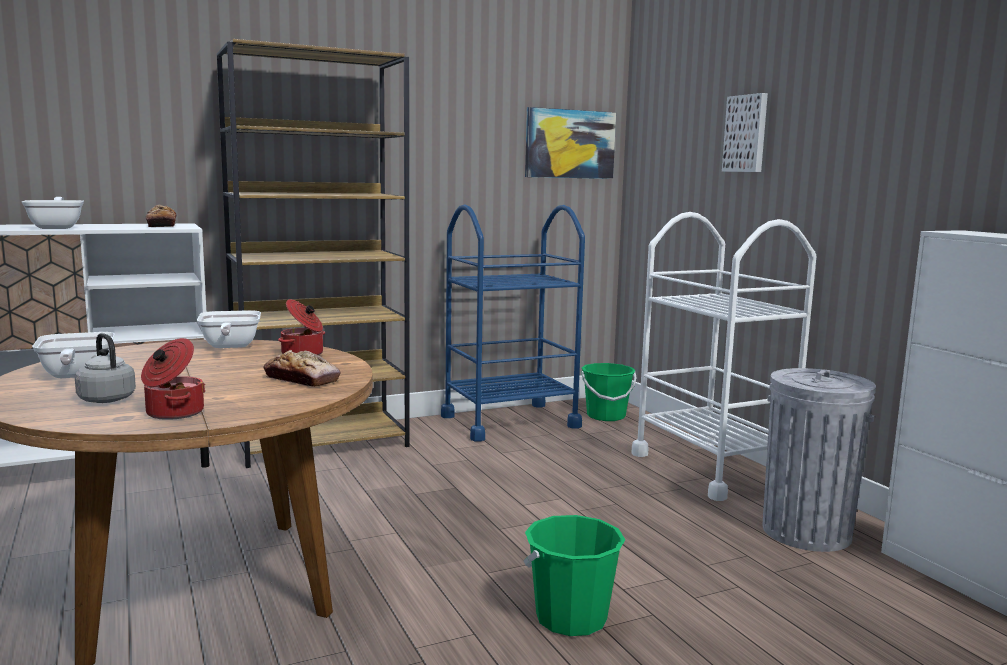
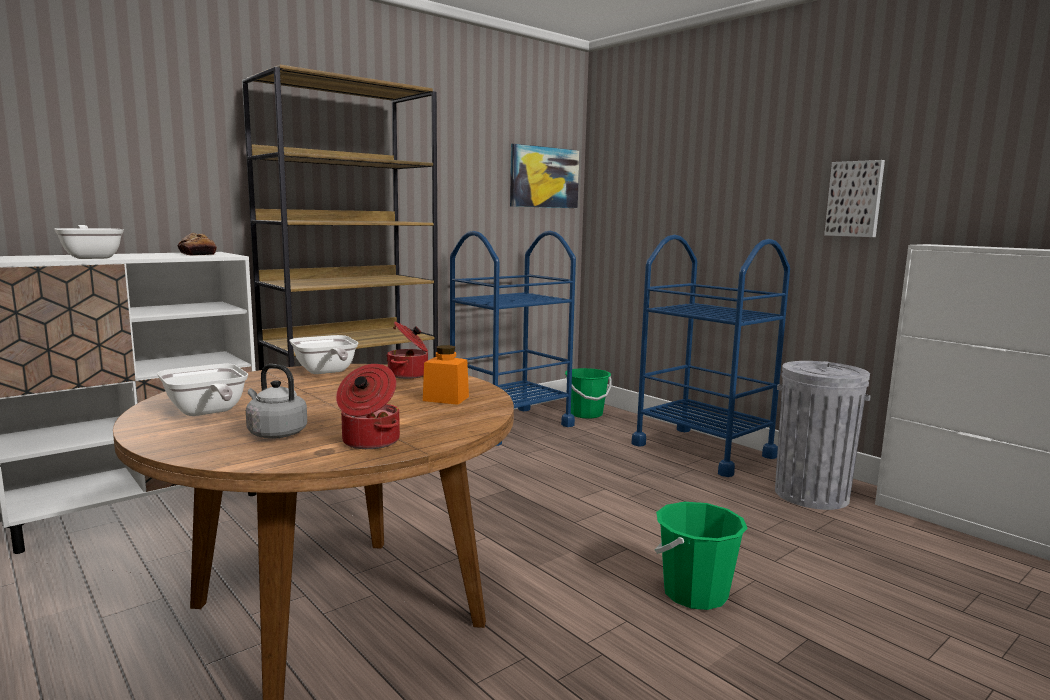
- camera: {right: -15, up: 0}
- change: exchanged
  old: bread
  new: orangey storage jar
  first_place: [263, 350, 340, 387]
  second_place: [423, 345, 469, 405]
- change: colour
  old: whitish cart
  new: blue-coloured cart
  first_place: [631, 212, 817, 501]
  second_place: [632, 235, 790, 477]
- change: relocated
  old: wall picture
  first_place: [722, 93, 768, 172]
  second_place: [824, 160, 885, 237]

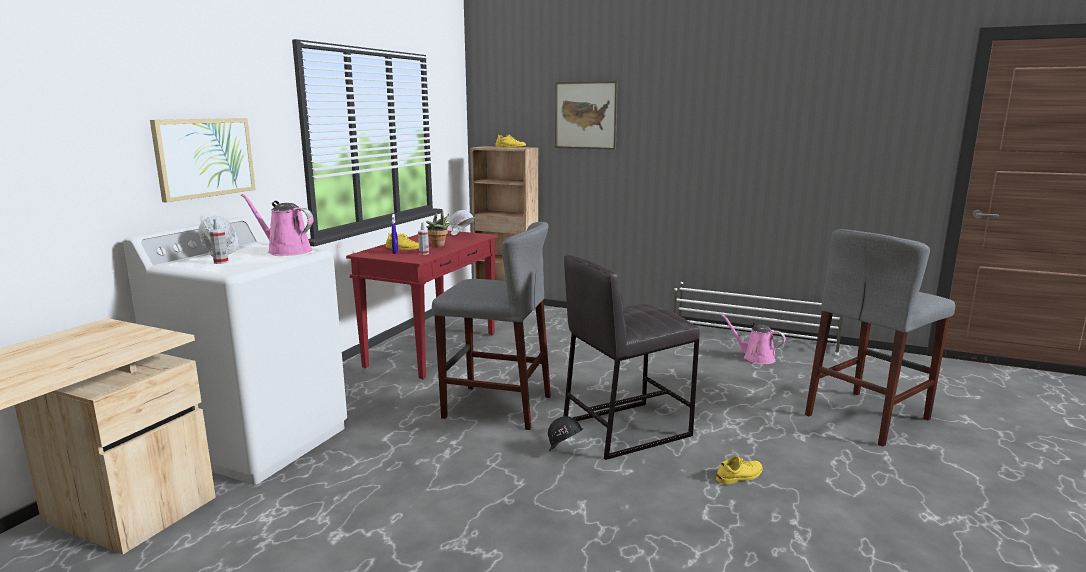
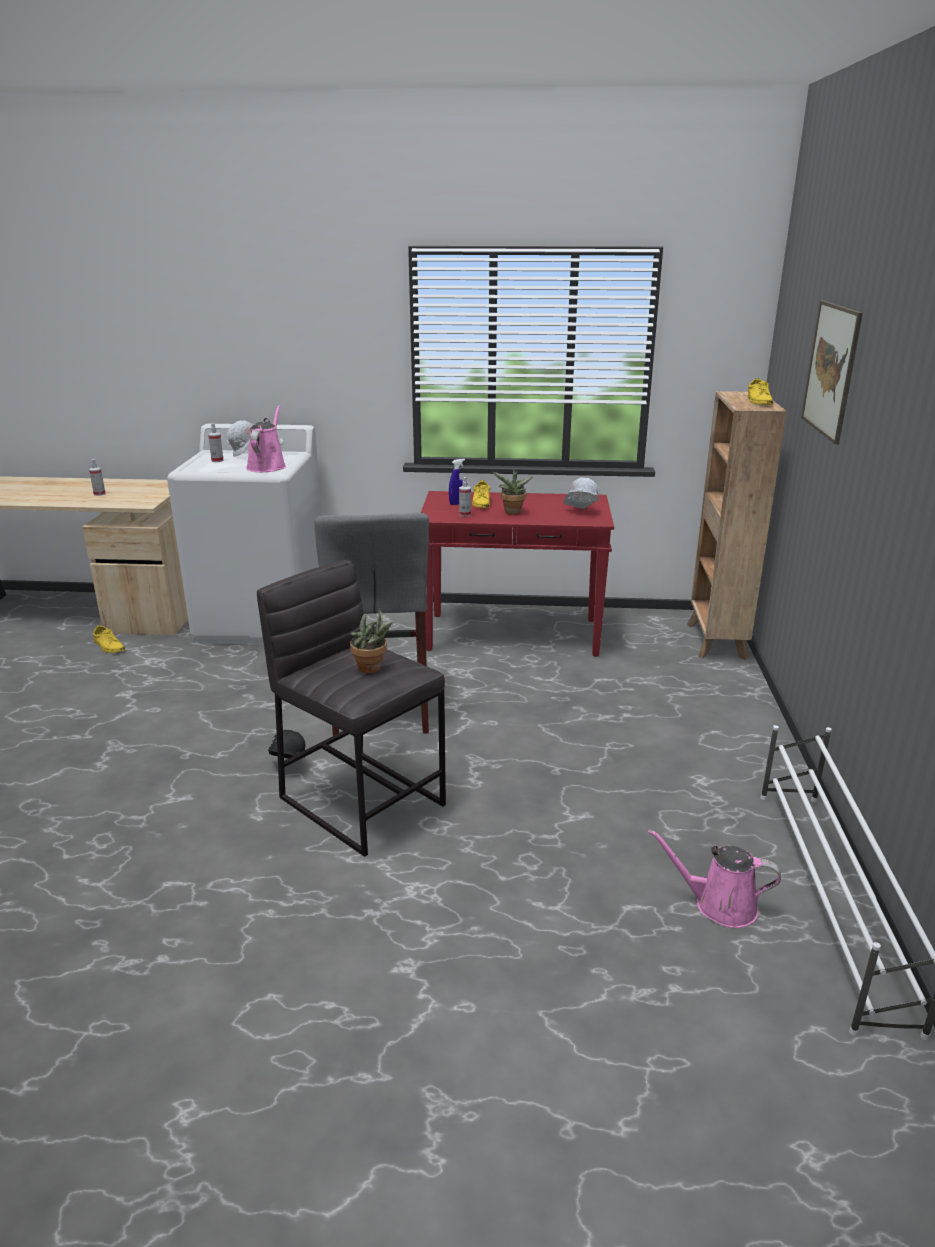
- camera: {right: 70, up: 10}
- change: missing
  old: wall picture
  first_place: [150, 118, 256, 203]
- change: relocated
  old: yellowish low shoe
  first_place: [716, 456, 763, 484]
  second_place: [93, 625, 125, 653]
- change: spun
  old: pinkish watering can
  first_place: [721, 314, 786, 364]
  second_place: [648, 829, 781, 928]
  degrees: -90
- change: missing
  old: greyish stool seat
  first_place: [805, 229, 955, 447]
- change: appeared
  new: sprayer
  second_place: [89, 459, 106, 496]
- change: appeared
  new: potted plant
  second_place: [350, 608, 392, 674]

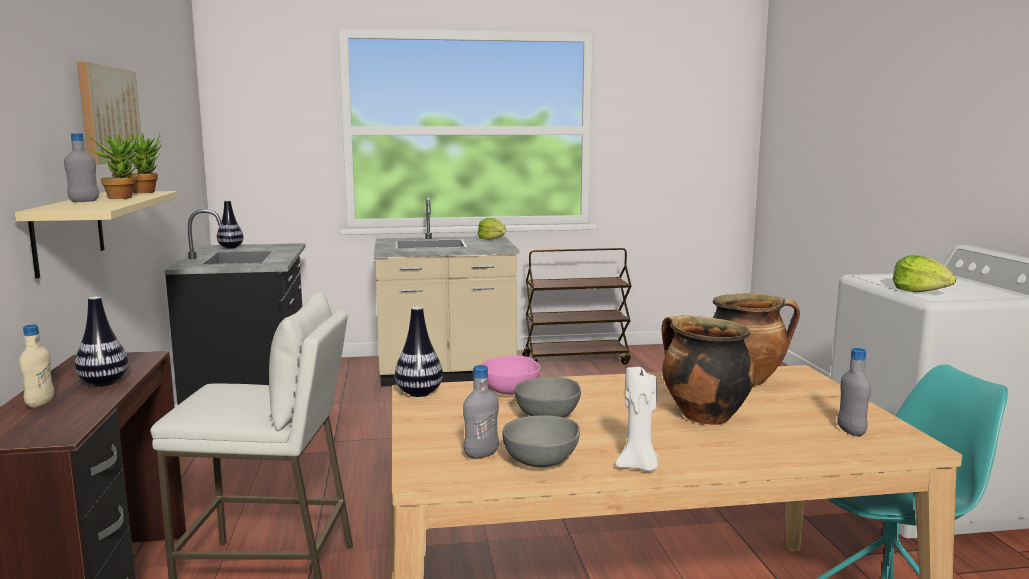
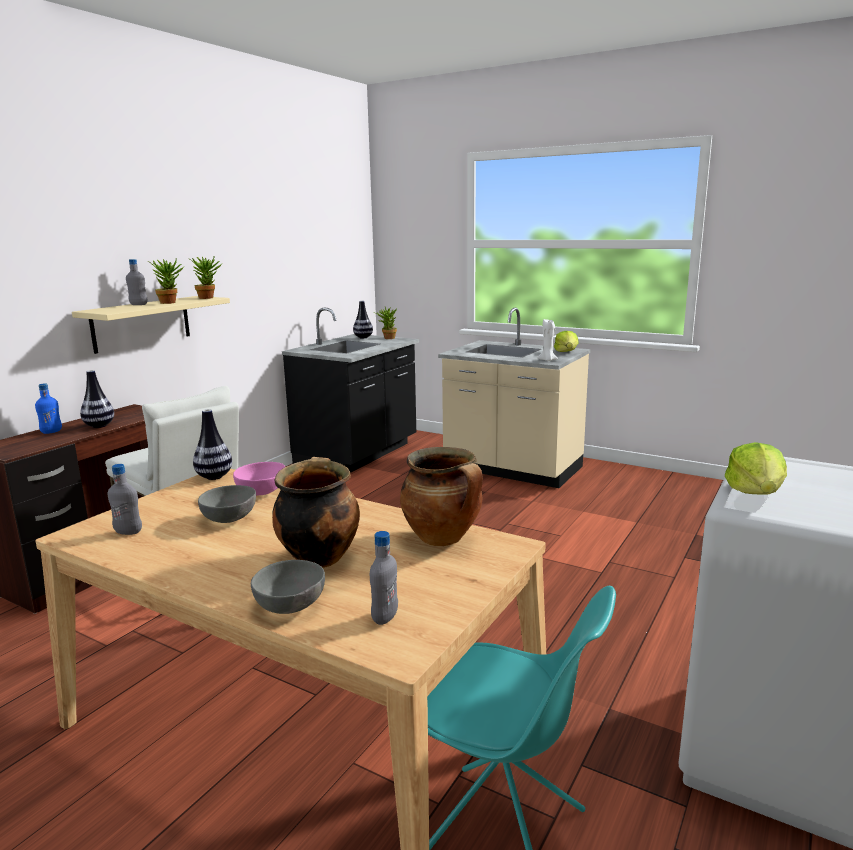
- camera: {right: 40, up: 5}
- change: colour
  old: sand-coloured drink bottle
  new: blue-coloured drink bottle
  first_place: [19, 325, 55, 408]
  second_place: [35, 383, 62, 434]
- change: missing
  old: wall picture
  first_place: [77, 62, 142, 164]
- change: relocated
  old: greyish bowl
  first_place: [503, 415, 580, 467]
  second_place: [251, 560, 325, 614]
- change: missing
  old: brownish cart
  first_place: [522, 248, 632, 365]
- change: relocated
  old: whitish wax light
  first_place: [616, 367, 658, 471]
  second_place: [538, 319, 558, 361]
- change: appeared
  new: potted plant
  second_place: [375, 306, 397, 339]

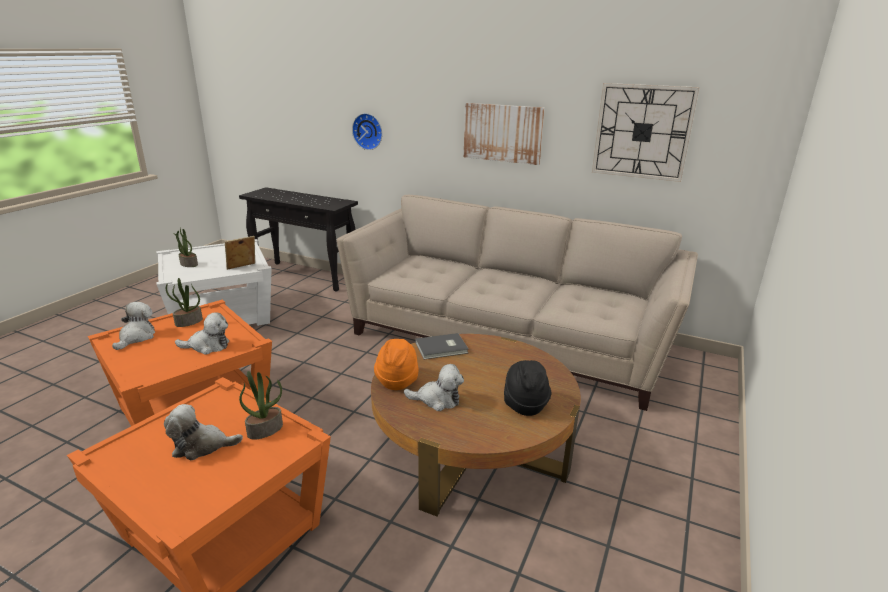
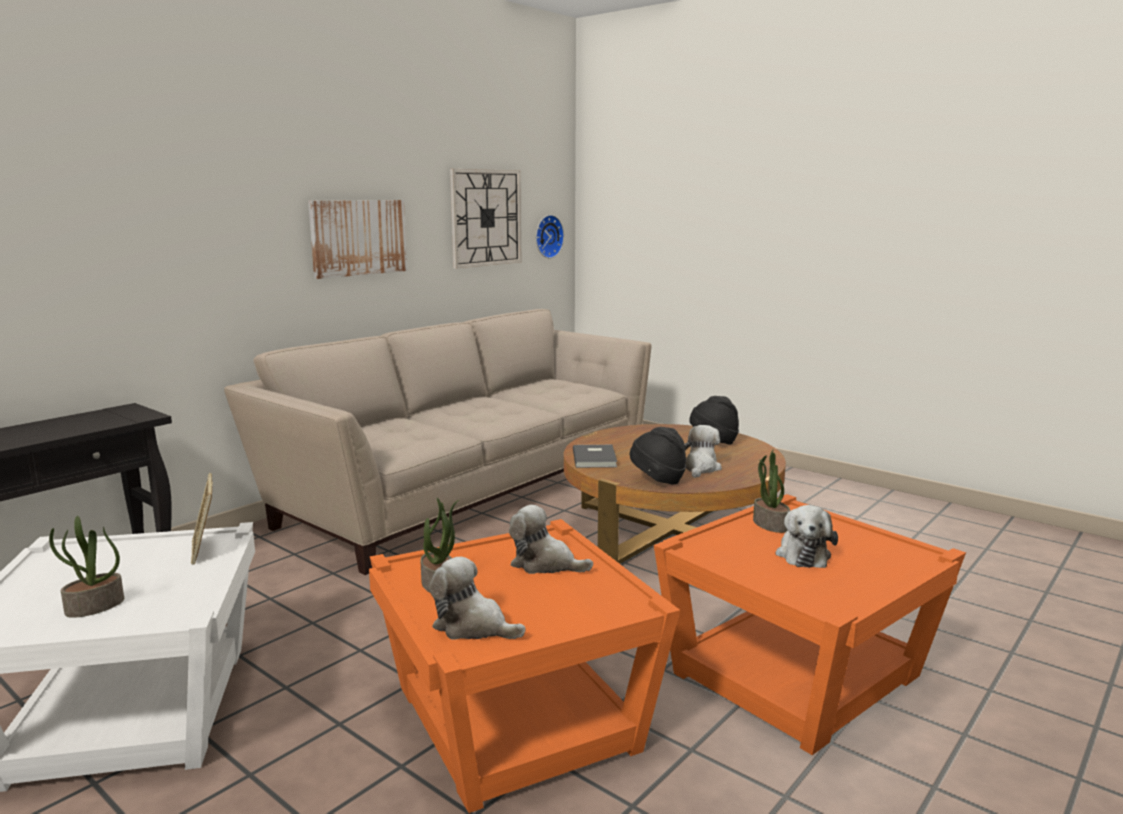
- camera: {right: -75, up: -10}
- change: spun
  old: plush toy
  first_place: [175, 312, 229, 355]
  second_place: [509, 505, 593, 574]
  degrees: -75
- change: relocated
  old: clock on the wall
  first_place: [352, 113, 382, 150]
  second_place: [536, 215, 564, 258]
- change: colour
  old: orangey wearable hat
  new: blackish wearable hat
  first_place: [374, 339, 419, 390]
  second_place: [629, 427, 686, 484]

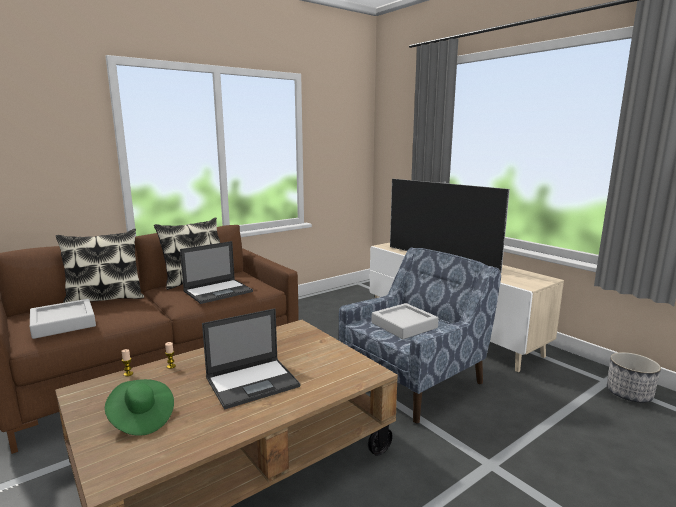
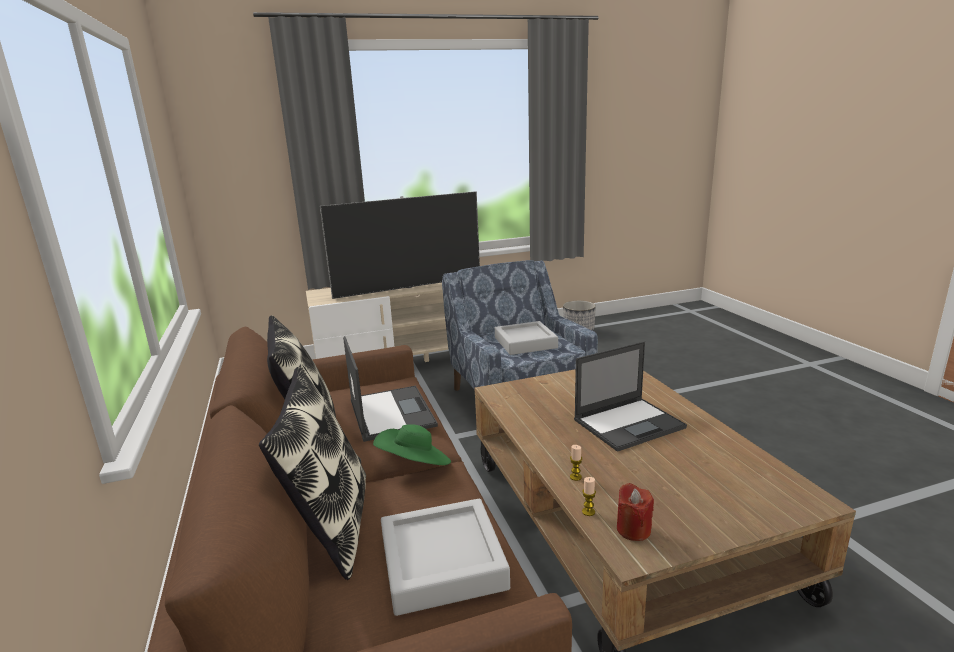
- camera: {right: -70, up: 5}
- change: relocated
  old: green wearable hat
  first_place: [105, 379, 174, 436]
  second_place: [373, 424, 451, 465]
- change: spun
  old: notebook computer
  first_place: [202, 308, 301, 410]
  second_place: [574, 341, 687, 452]
  degrees: 75
- change: appeared
  new: red-coloured wax light
  second_place: [617, 483, 654, 541]

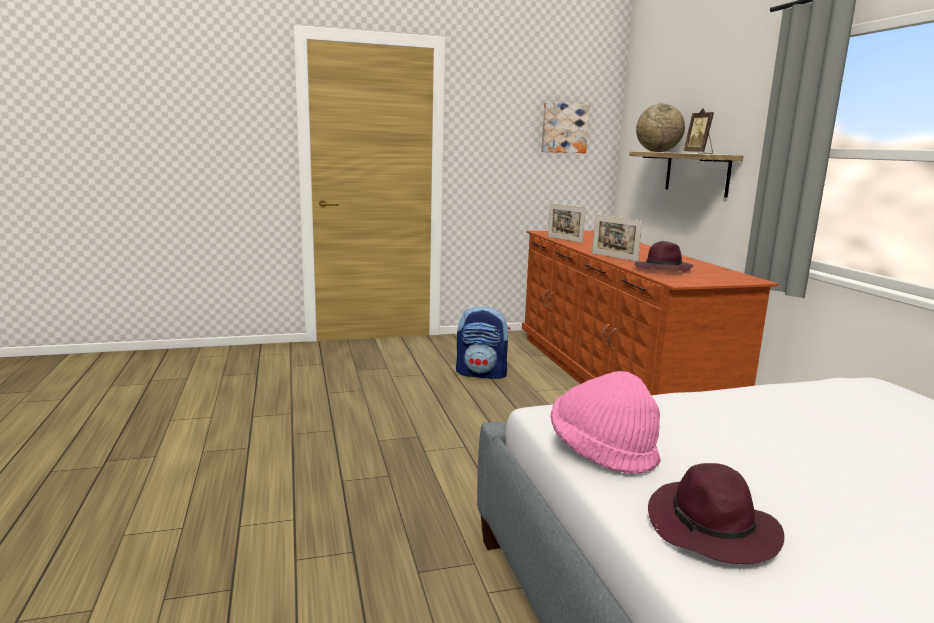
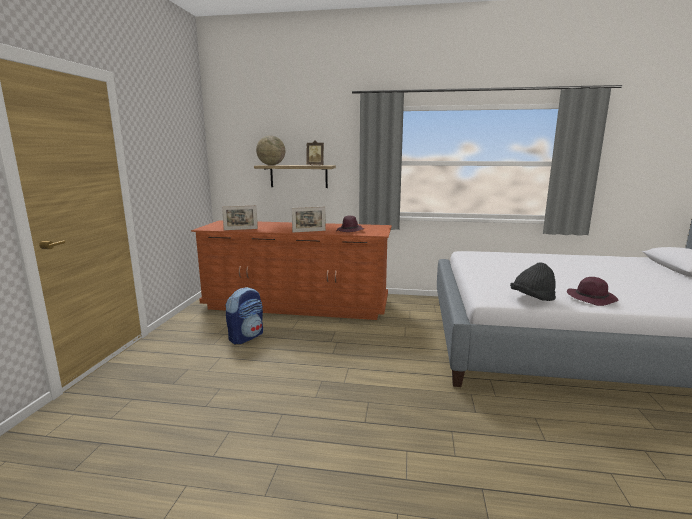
- camera: {right: -65, up: 0}
- change: missing
  old: wall picture
  first_place: [541, 102, 590, 153]
- change: colour
  old: pinkish wearable hat
  new: blackish wearable hat
  first_place: [551, 371, 661, 474]
  second_place: [510, 262, 556, 301]

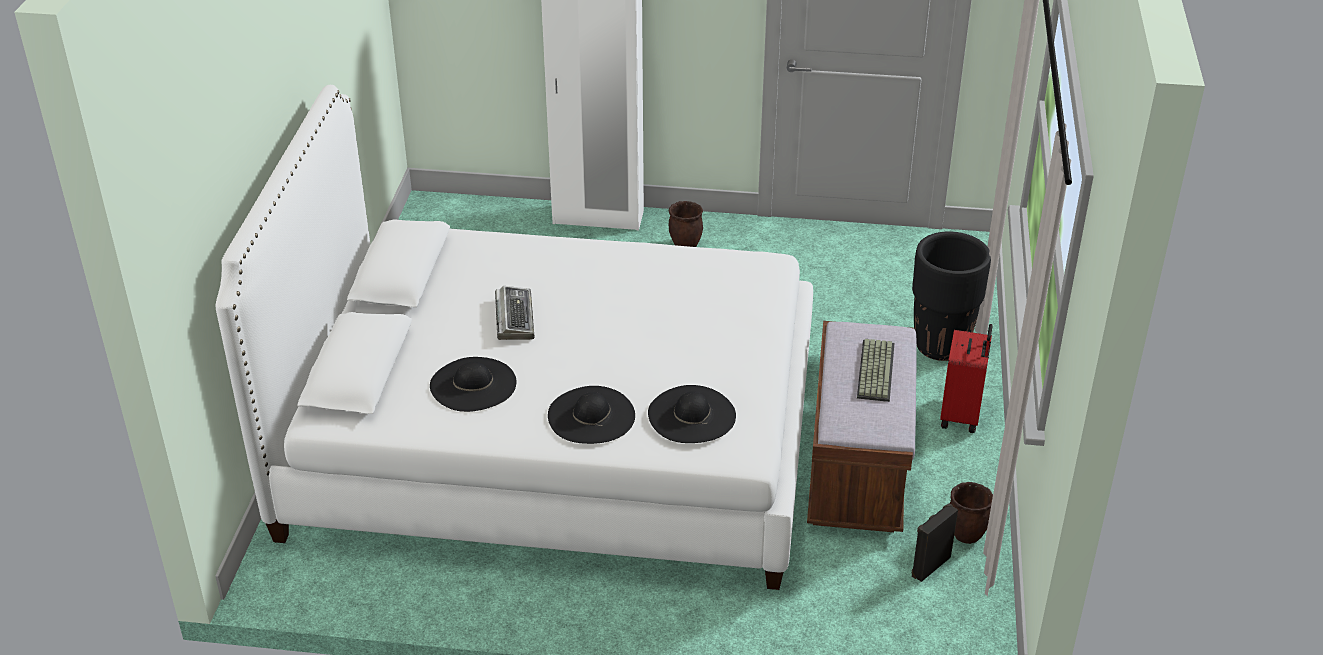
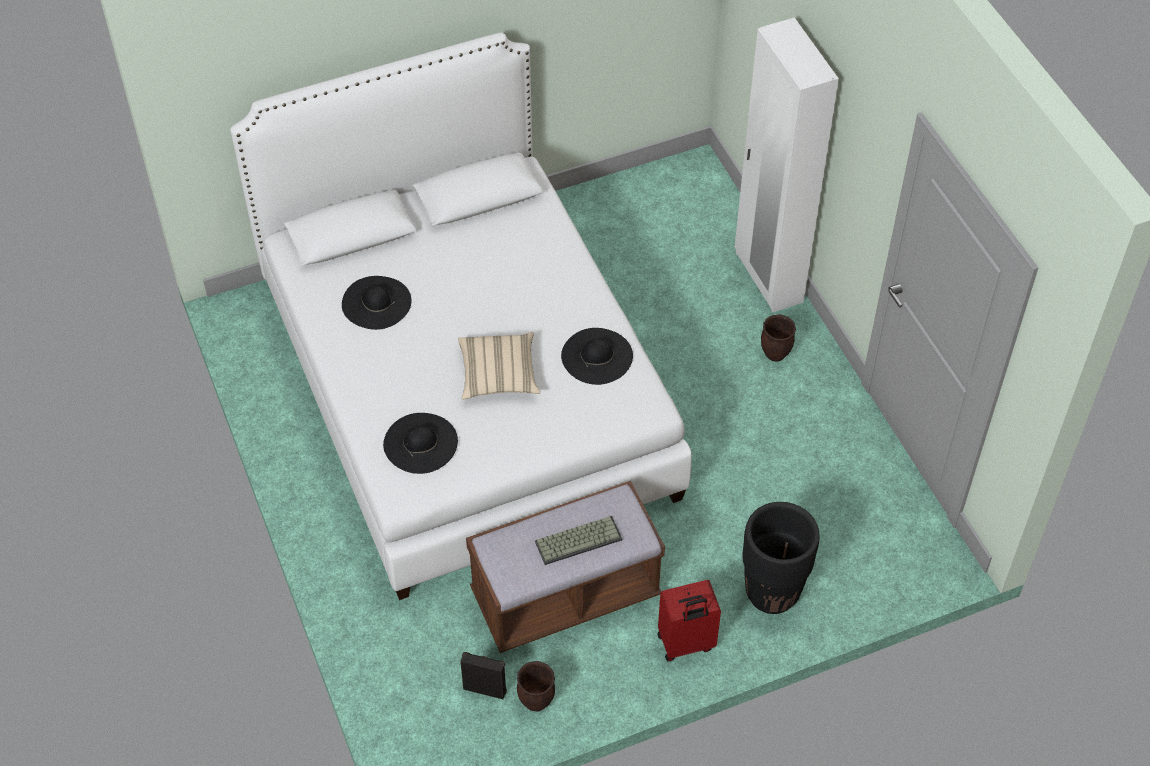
- camera: {right: 60, up: 15}
- change: missing
  old: PC keyboard
  first_place: [495, 286, 534, 340]
- change: relocated
  old: blackish wearable hat
  first_place: [548, 386, 635, 444]
  second_place: [561, 328, 633, 385]
- change: appeared
  new: sand-coloured pillow
  second_place: [458, 332, 540, 399]

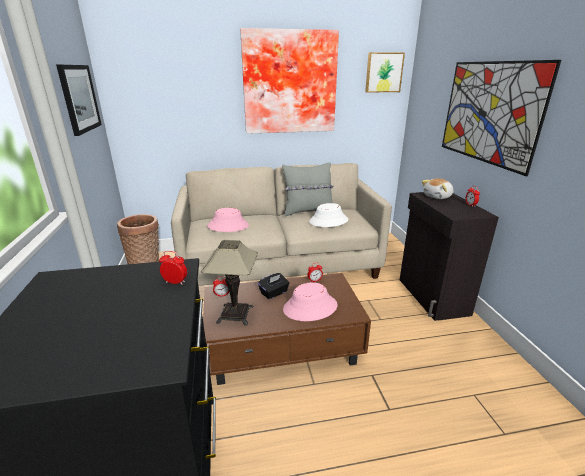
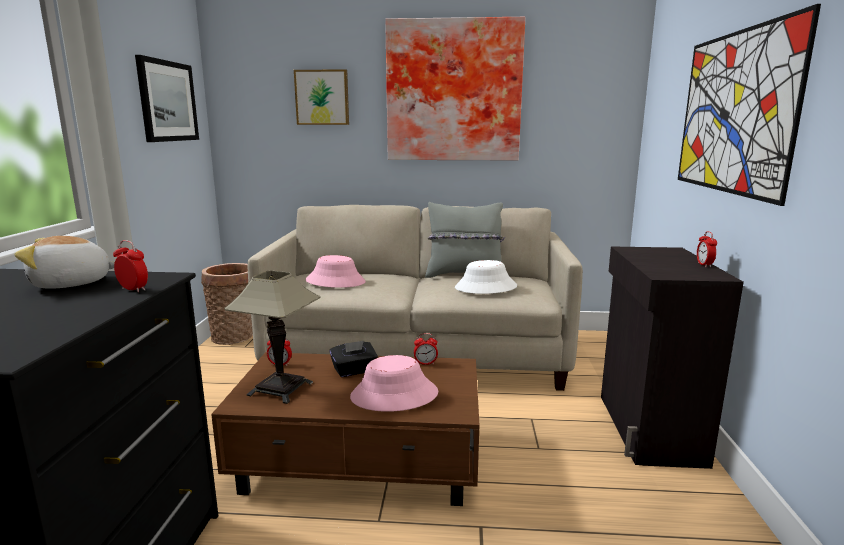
- camera: {right: 15, up: -10}
- change: relocated
  old: wall picture
  first_place: [365, 52, 405, 93]
  second_place: [294, 69, 349, 125]
- change: relocated
  old: plush toy
  first_place: [422, 178, 454, 199]
  second_place: [15, 236, 115, 289]

